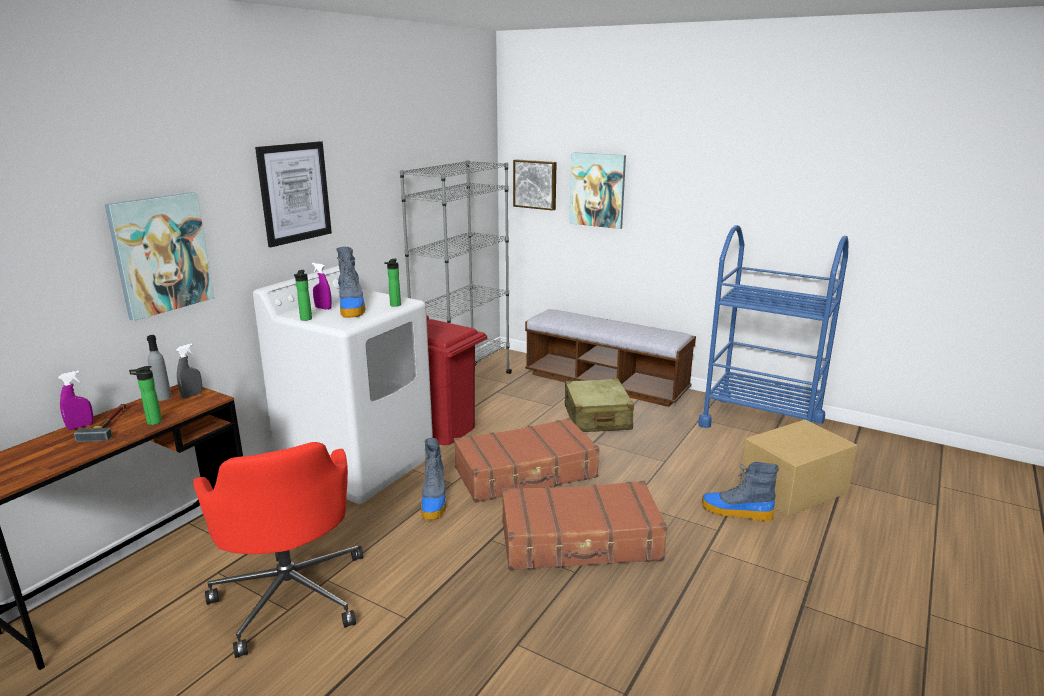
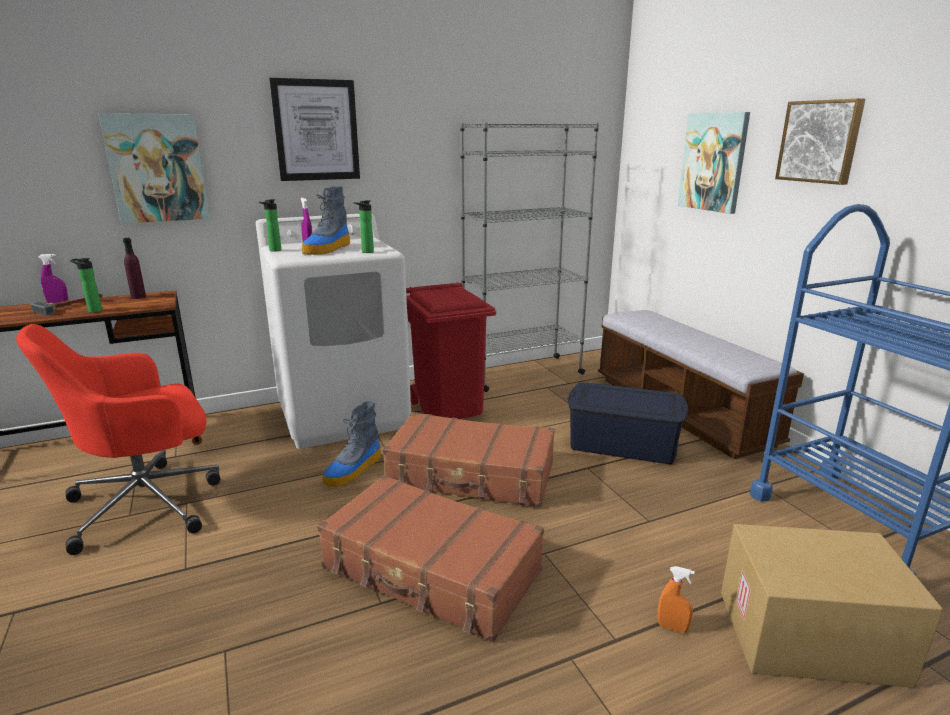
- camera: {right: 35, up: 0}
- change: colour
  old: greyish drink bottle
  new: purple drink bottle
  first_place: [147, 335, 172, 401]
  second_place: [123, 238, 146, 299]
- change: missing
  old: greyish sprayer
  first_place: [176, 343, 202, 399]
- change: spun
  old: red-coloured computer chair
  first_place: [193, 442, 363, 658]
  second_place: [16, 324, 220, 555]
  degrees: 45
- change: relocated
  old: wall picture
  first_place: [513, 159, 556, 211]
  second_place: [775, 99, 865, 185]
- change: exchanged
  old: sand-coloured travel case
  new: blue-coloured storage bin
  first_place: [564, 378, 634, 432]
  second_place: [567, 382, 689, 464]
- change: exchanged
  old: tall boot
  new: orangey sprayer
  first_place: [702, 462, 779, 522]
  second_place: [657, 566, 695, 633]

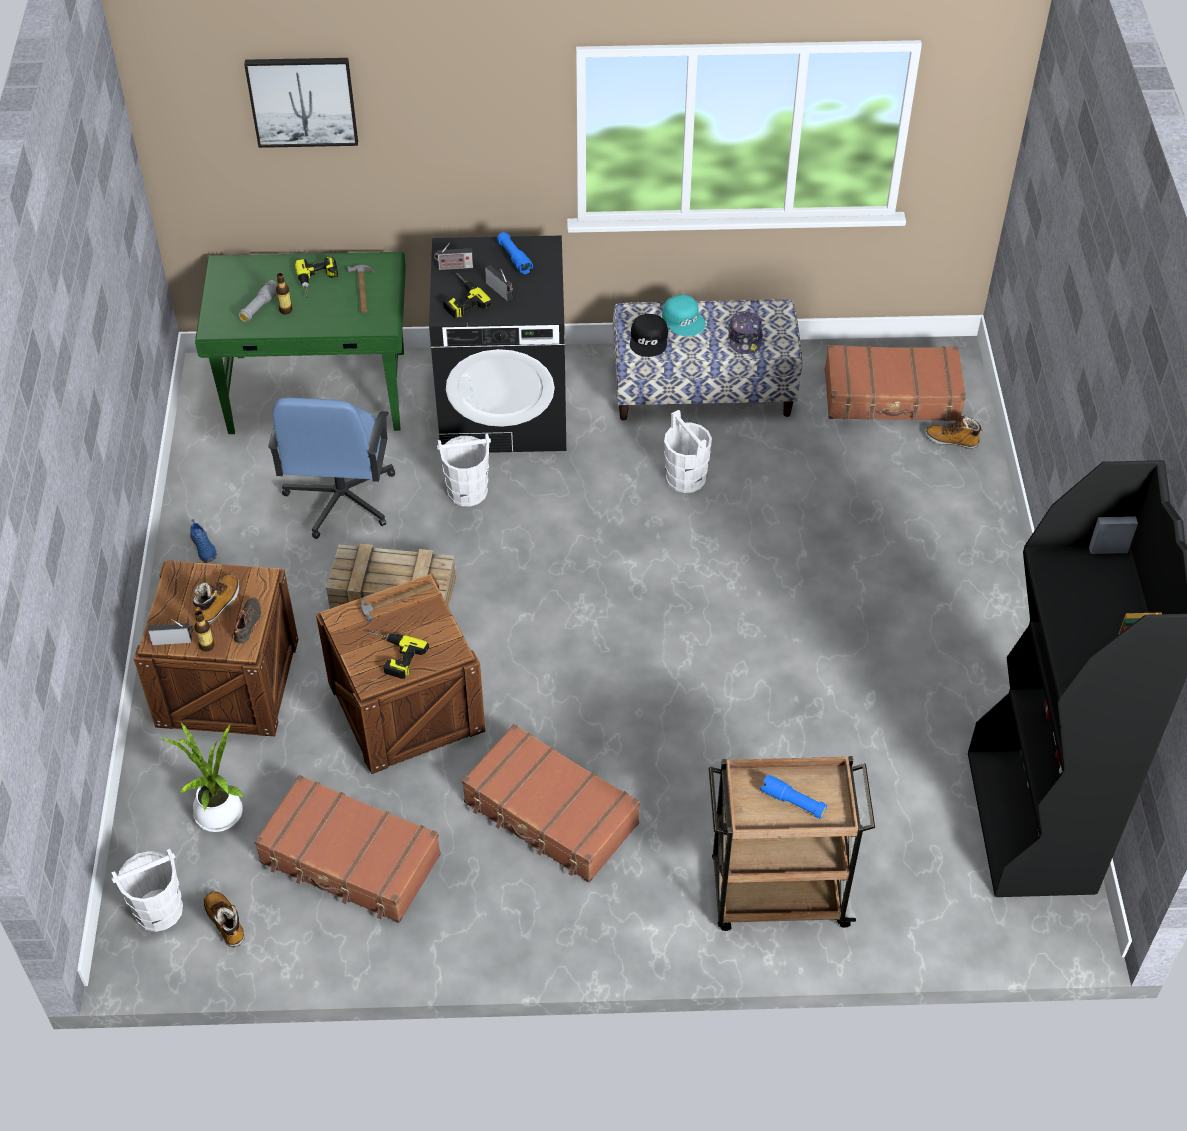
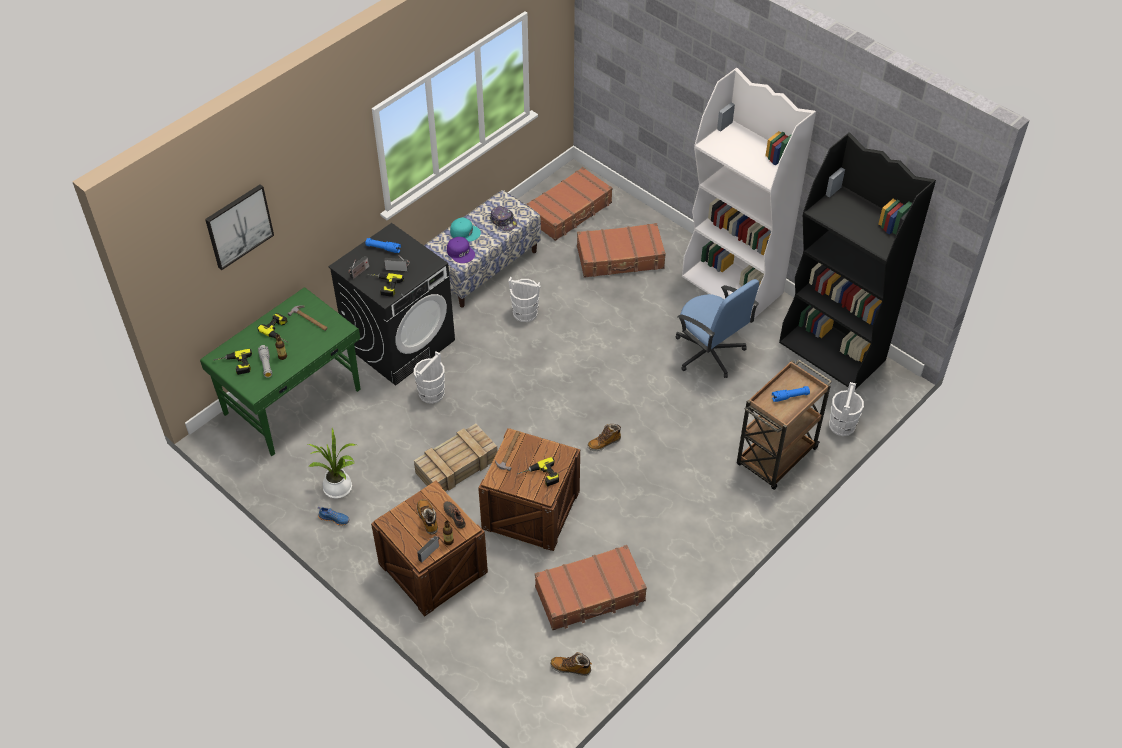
- camera: {right: -45, up: 0}
- change: relocated
  old: whitish pail
  first_place: [111, 849, 183, 932]
  second_place: [829, 382, 864, 436]
- change: relocated
  old: potted plant
  first_place: [161, 723, 244, 832]
  second_place: [308, 428, 356, 498]
- change: relocated
  old: blue-coloured computer chair
  first_place: [268, 398, 395, 539]
  second_place: [675, 279, 759, 378]
- change: relocated
  old: brownish travel case
  first_place: [462, 724, 640, 883]
  second_place: [577, 223, 666, 278]
- change: colour
  old: blackish cap
  new: purple cap
  first_place: [630, 314, 668, 357]
  second_place: [447, 237, 475, 263]
- change: relocated
  old: tall boot
  first_place: [925, 415, 983, 449]
  second_place: [587, 424, 621, 451]
- change: appeared
  new: drill
  second_place: [213, 349, 252, 375]
- change: appeared
  new: whitish shelving unit
  second_place: [682, 68, 816, 318]

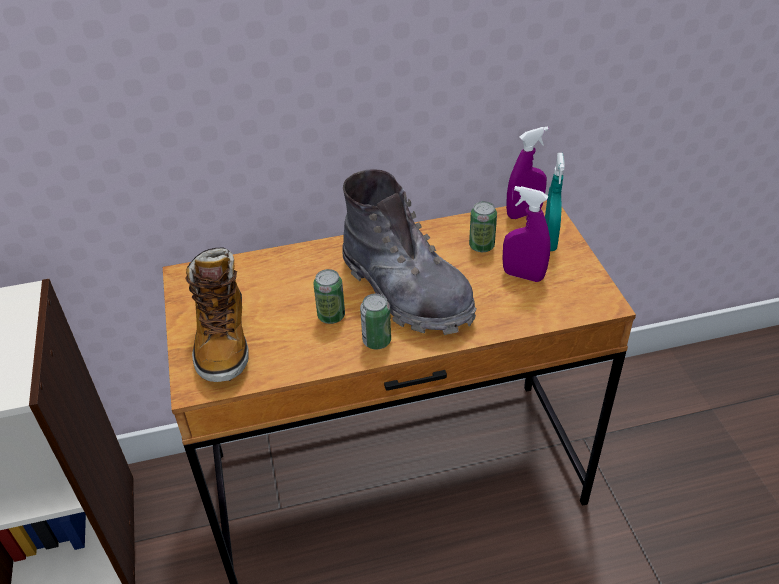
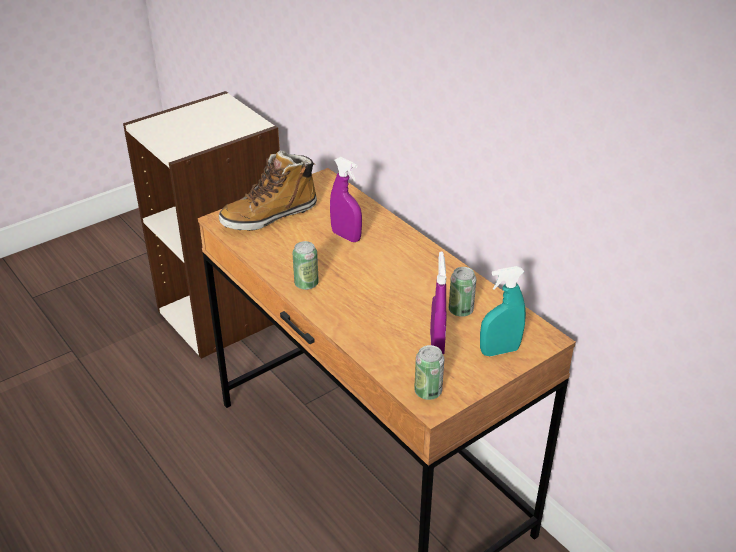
- camera: {right: 65, up: -5}
- change: relocated
  old: sealed can
  first_place: [314, 269, 345, 324]
  second_place: [414, 345, 444, 400]
- change: missing
  old: greyish tall boot
  first_place: [343, 169, 476, 335]
- change: relocated
  old: purple sprayer
  first_place: [506, 127, 549, 219]
  second_place: [330, 157, 362, 242]

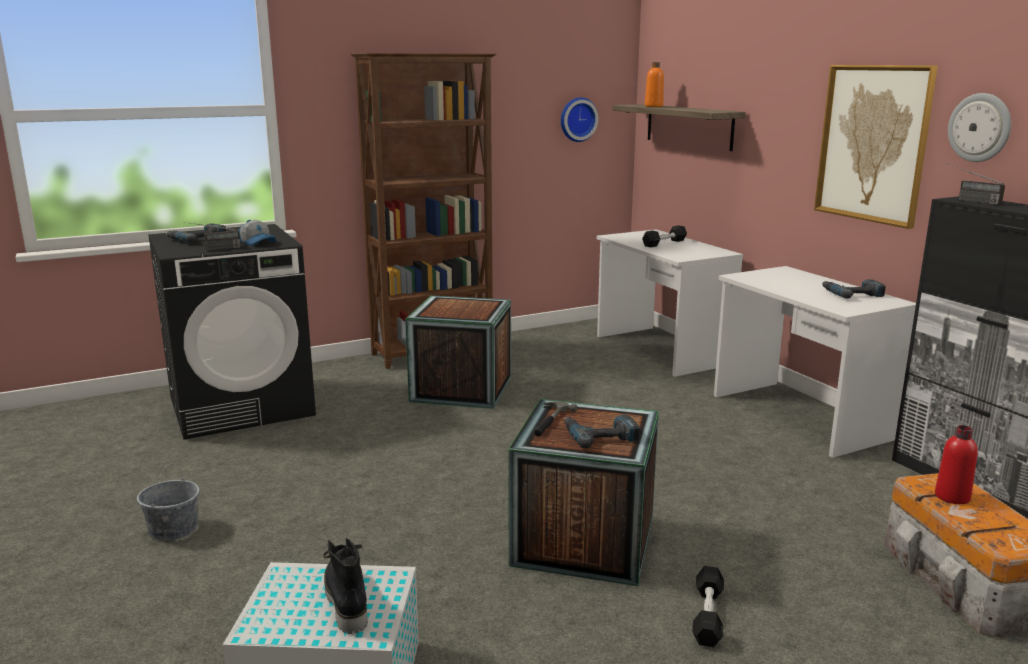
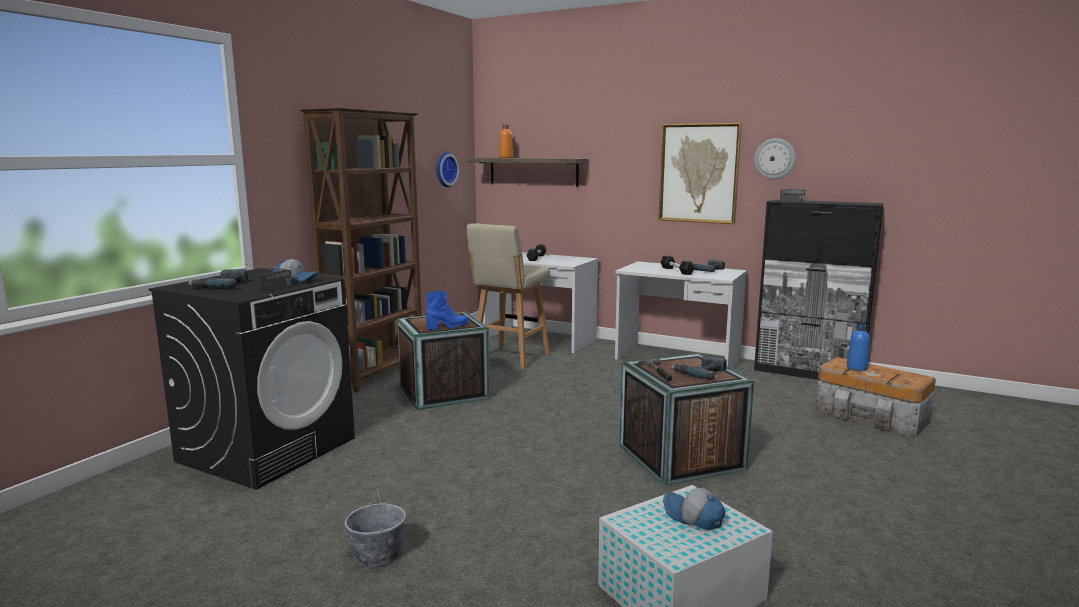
- camera: {right: -35, up: -5}
- change: exchanged
  old: blackish tall boot
  new: cap
  first_place: [323, 538, 368, 634]
  second_place: [663, 488, 725, 530]
- change: relocated
  old: blackish free weight
  first_place: [692, 566, 724, 647]
  second_place: [661, 256, 695, 275]
- change: colour
  old: red-coloured drink bottle
  new: blue-coloured drink bottle
  first_place: [935, 425, 978, 504]
  second_place: [847, 324, 870, 371]
- change: appeared
  new: blue-coloured tall boot
  second_place: [426, 291, 468, 330]
- change: appeared
  new: sand-coloured stool seat
  second_place: [467, 223, 550, 370]

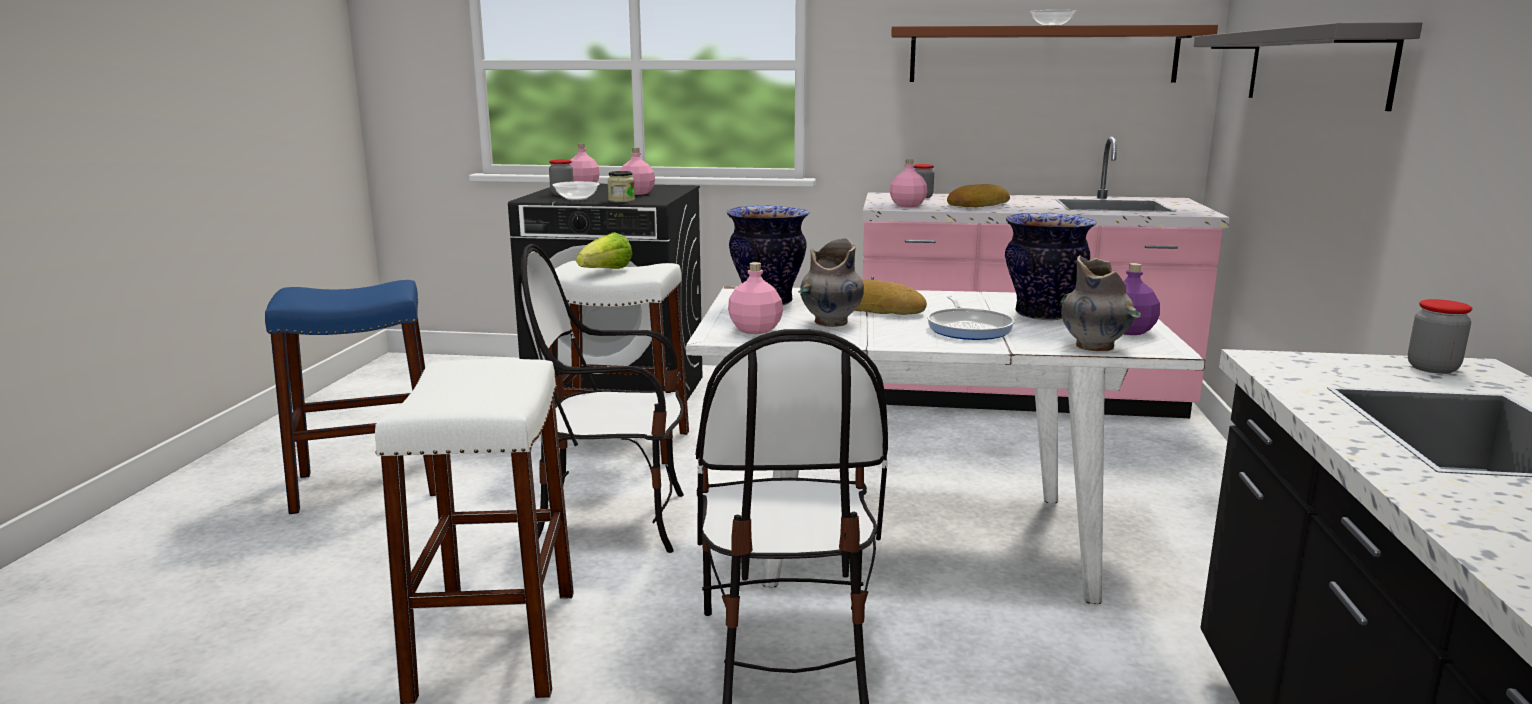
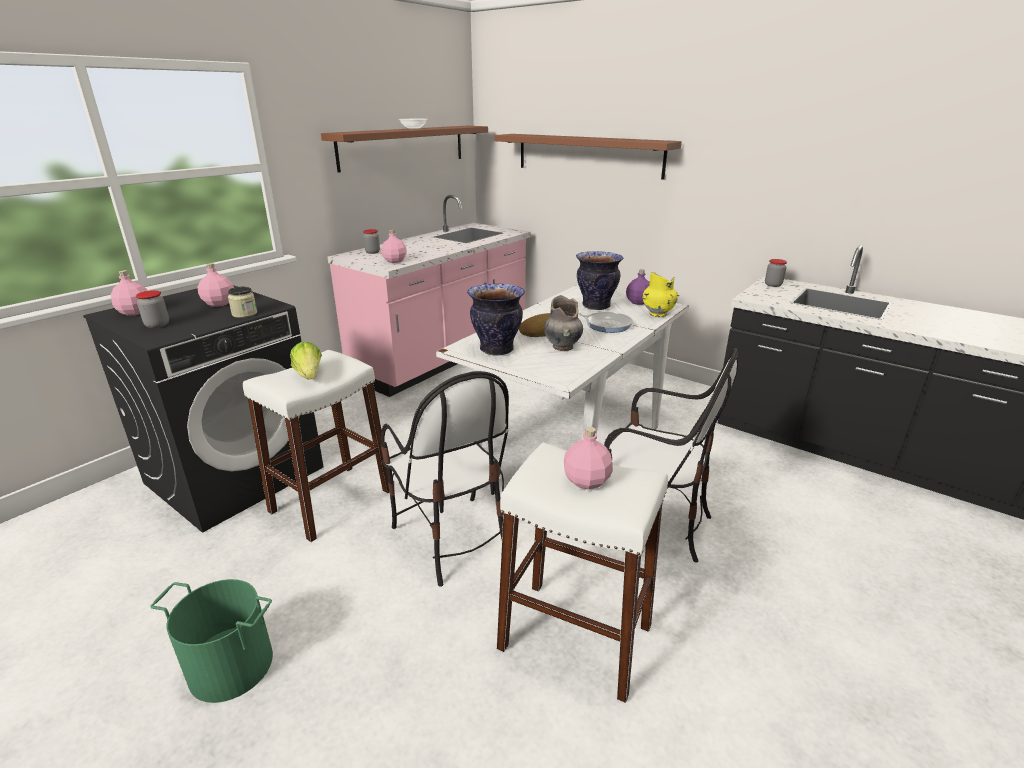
- camera: {right: -60, up: 10}
- change: exchanged
  old: blue-coloured stool seat
  new: green pail
  first_place: [265, 280, 436, 514]
  second_place: [150, 579, 273, 703]
- change: spun
  old: chair
  first_place: [517, 244, 684, 553]
  second_place: [381, 371, 509, 587]
  degrees: -60
- change: missing
  old: bowl
  first_place: [553, 181, 599, 200]
- change: relocated
  old: pinkish drink bottle
  first_place: [728, 262, 783, 334]
  second_place: [564, 427, 613, 489]
- change: missing
  old: bread
  first_place: [947, 184, 1010, 207]
- change: colour
  old: greyish flower vase
  new: yellowish flower vase
  first_place: [1060, 255, 1141, 351]
  second_place: [642, 272, 680, 317]
- change: colour
  old: greyish shelf
  new: brownish shelf
  first_place: [1194, 22, 1422, 111]
  second_place: [494, 134, 682, 180]

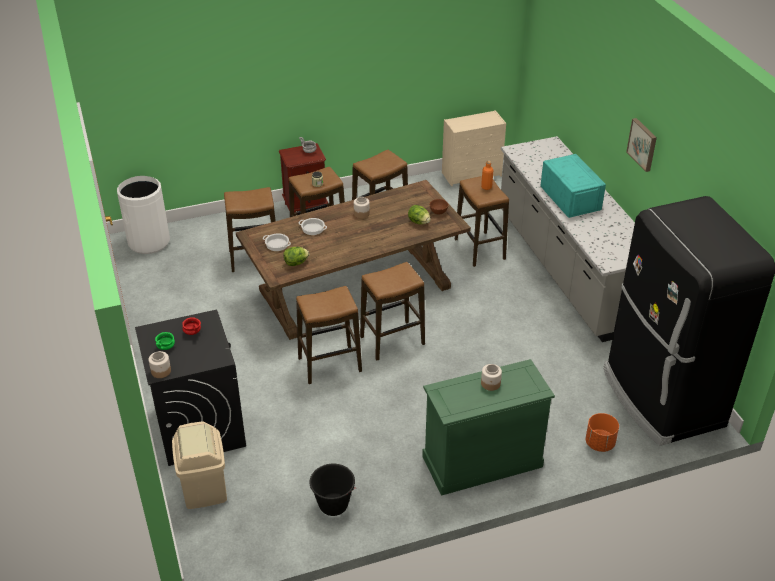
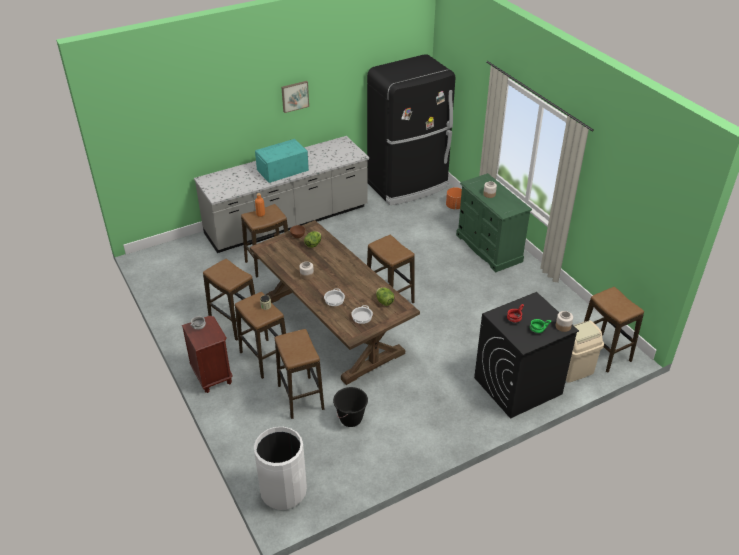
- camera: {right: -100, up: 0}
- change: relocated
  old: stool seat
  first_place: [296, 286, 362, 384]
  second_place: [584, 287, 644, 373]
- change: relocated
  old: blackish pail
  first_place: [309, 464, 356, 516]
  second_place: [333, 387, 368, 427]
- change: missing
  old: sand-coloured chest of drawers
  first_place: [442, 110, 506, 186]

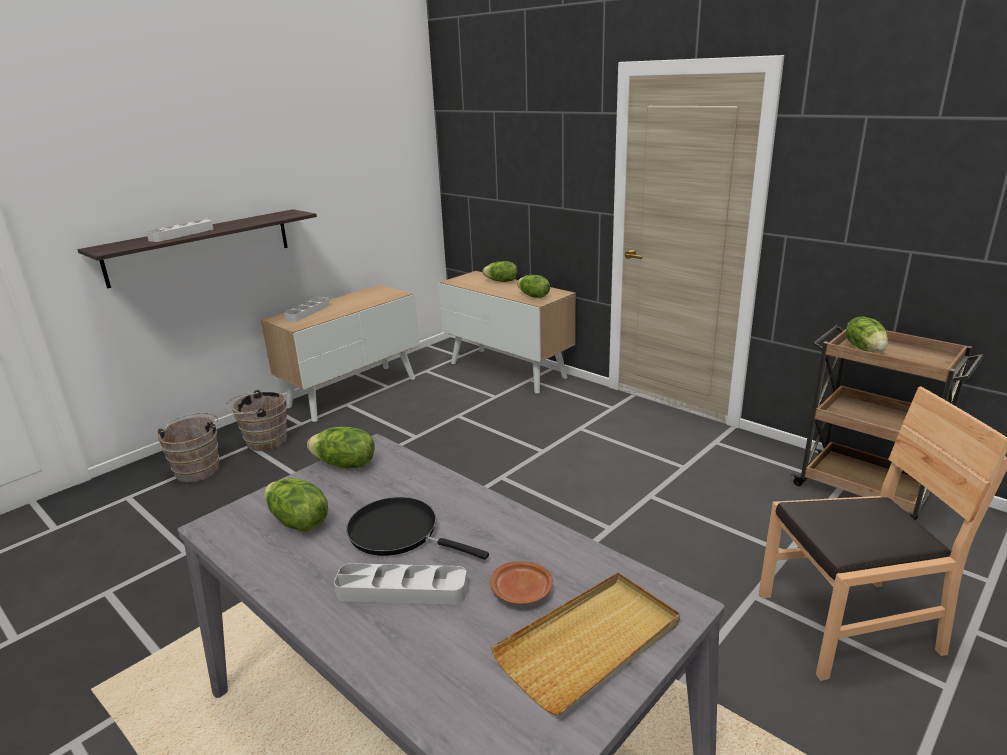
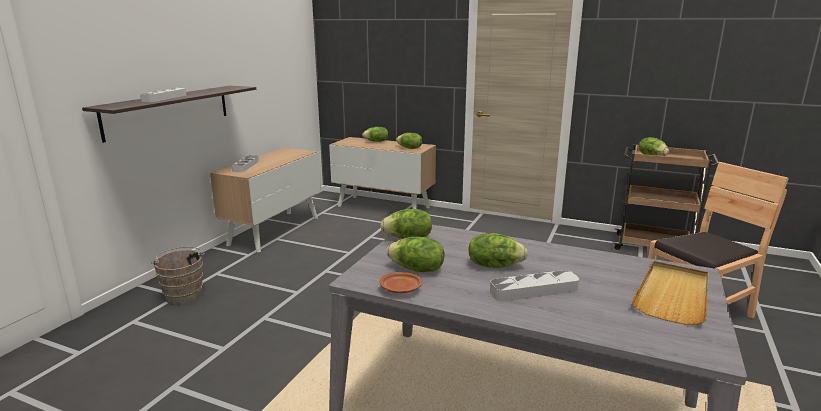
- camera: {right: -20, up: -5}
- change: missing
  old: brownish pail
  first_place: [224, 390, 287, 451]
- change: exchanged
  old: blackish frying pan
  new: head of lettuce
  first_place: [346, 497, 489, 560]
  second_place: [468, 233, 528, 268]
- change: relocated
  old: brownish plate
  first_place: [490, 561, 553, 604]
  second_place: [379, 272, 422, 293]

